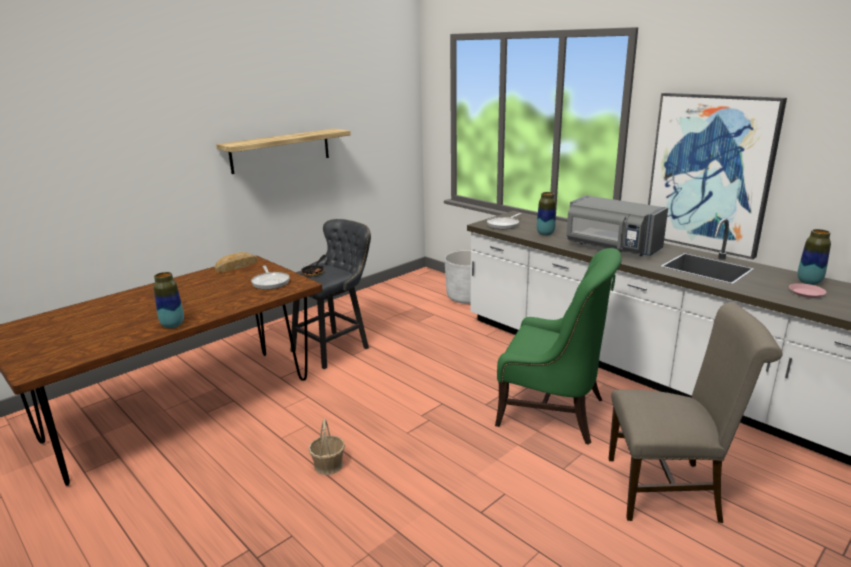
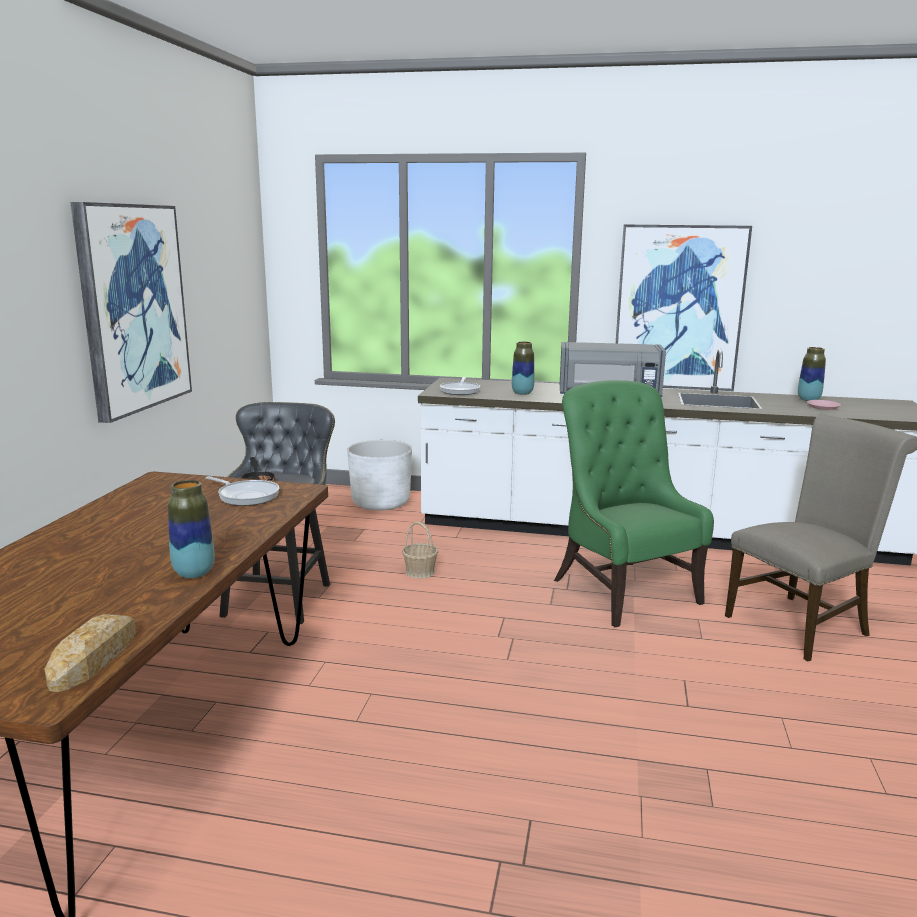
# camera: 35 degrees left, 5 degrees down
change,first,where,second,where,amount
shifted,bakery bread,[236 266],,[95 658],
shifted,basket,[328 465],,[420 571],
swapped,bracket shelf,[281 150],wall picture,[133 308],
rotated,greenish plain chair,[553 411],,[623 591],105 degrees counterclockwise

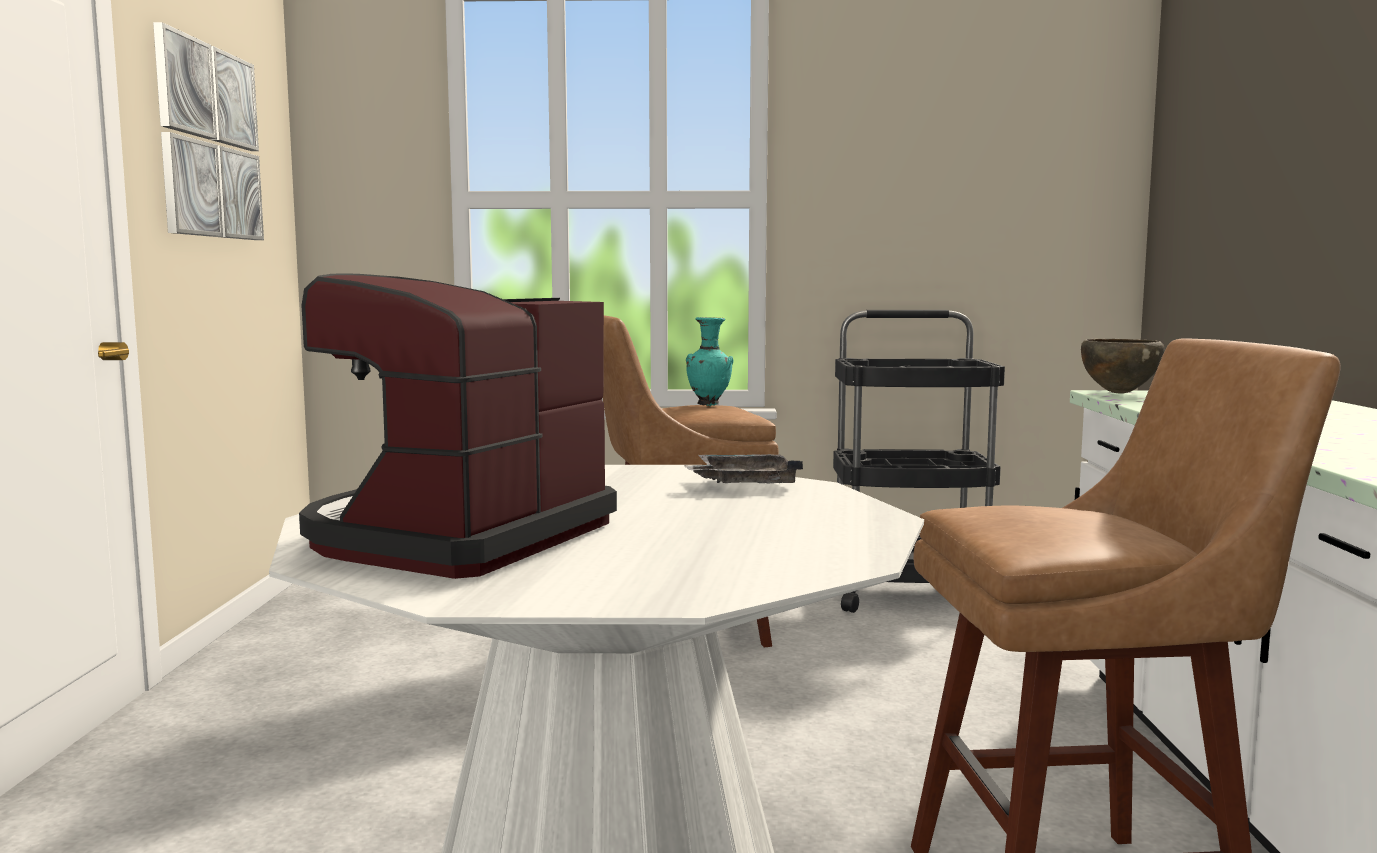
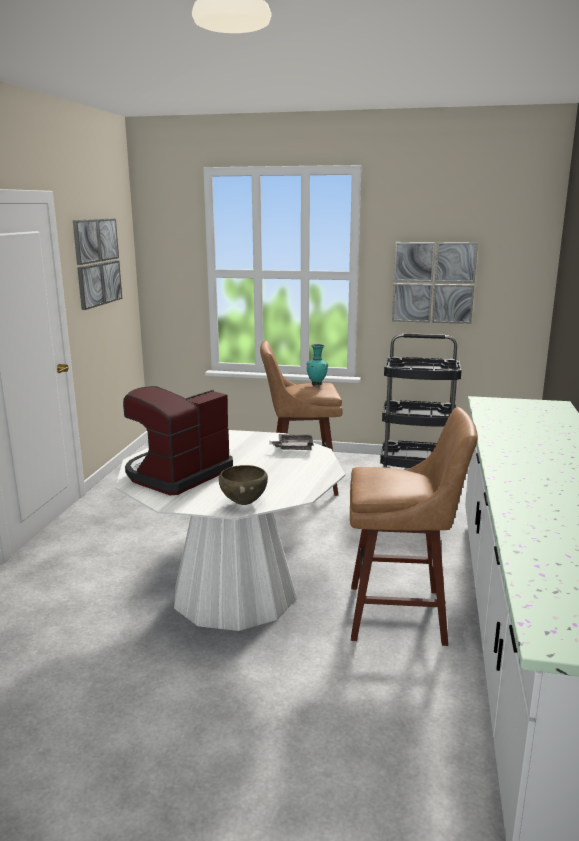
# camera: 10 degrees right, 10 degrees up
change,first,where,second,where,amount
new,,,wall picture,[433 282],
shifted,brown bowl,[1118 393],,[244 503],

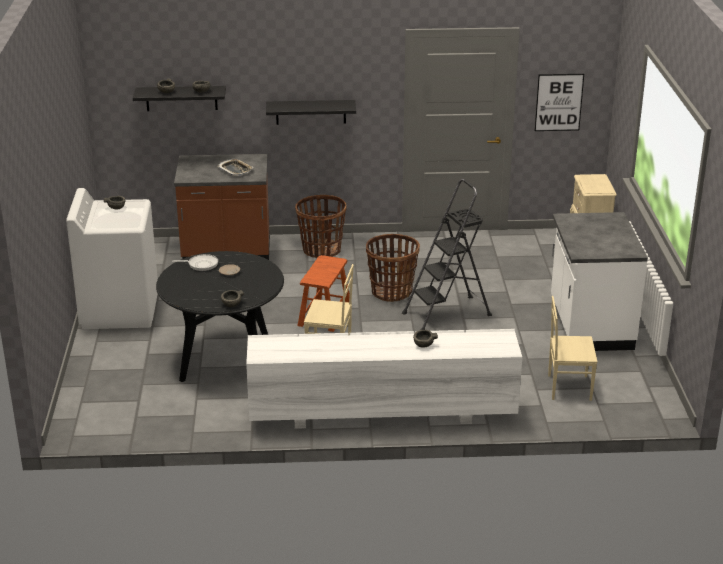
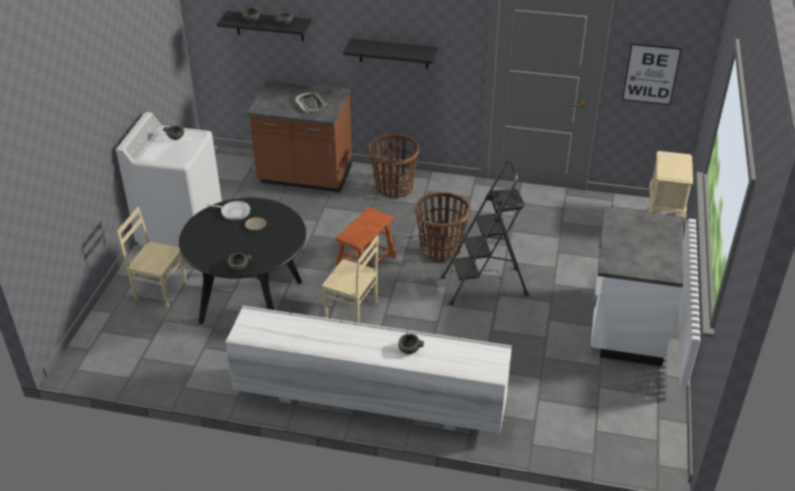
# camera: 15 degrees right, 10 degrees up
change,first,where,second,where,amount
shifted,sand-coloured plain chair,[568 387],,[160 290],

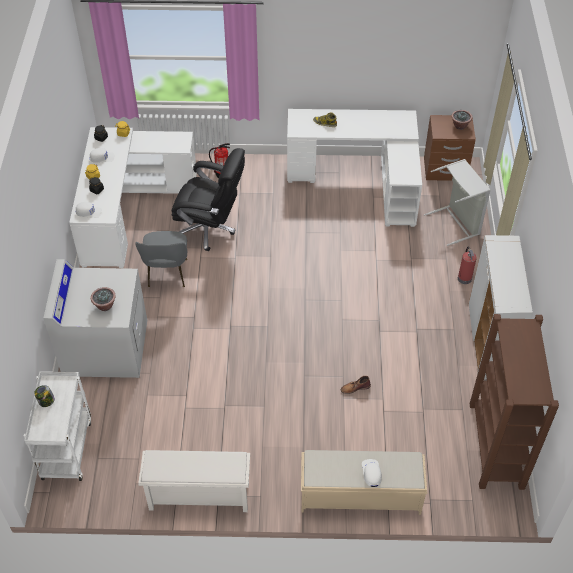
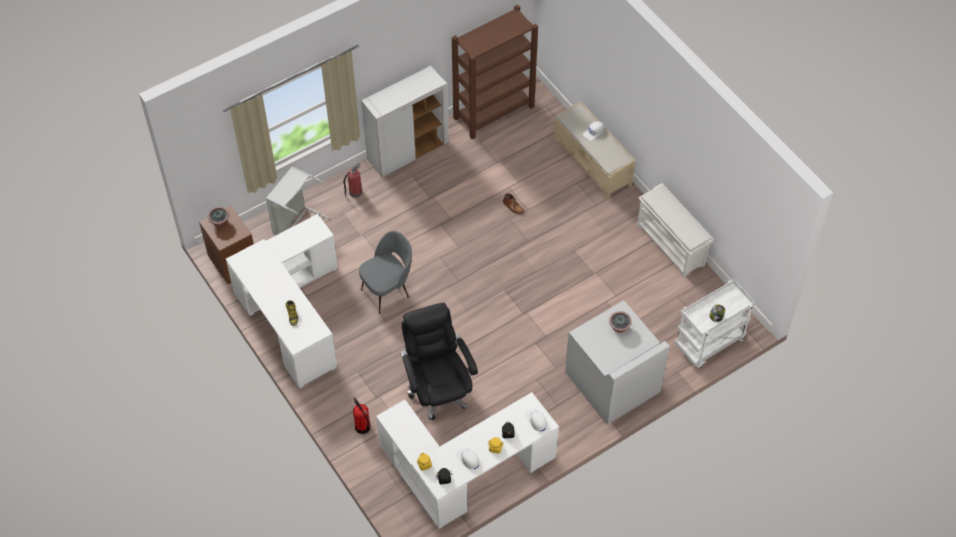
# camera: 125 degrees left, 5 degrees up
change,first,where,second,where,amount
shifted,gray plain chair,[167 276],,[388 291],

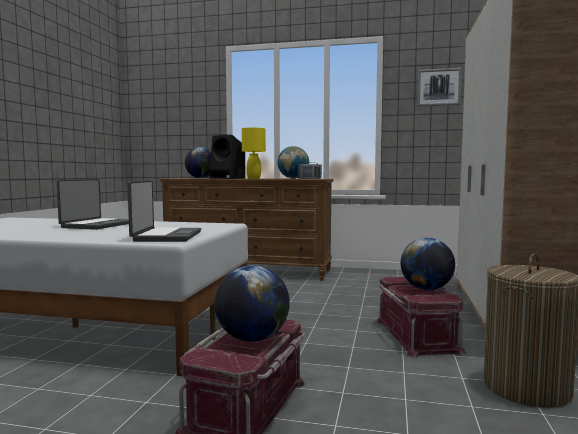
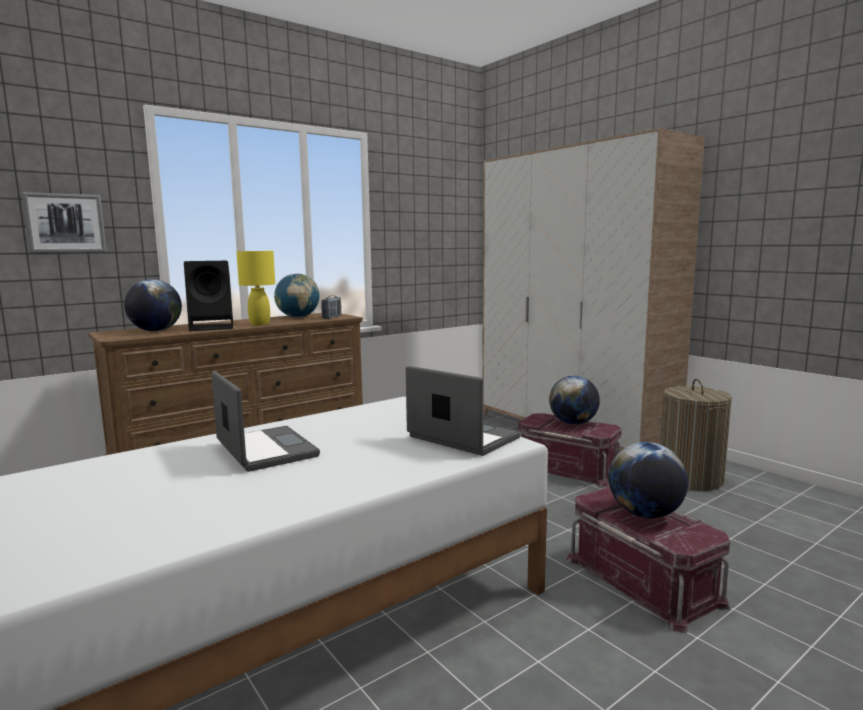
# camera: 50 degrees left, 5 degrees up
change,first,where,second,where,amount
shifted,wall picture,[438 87],,[65 223],

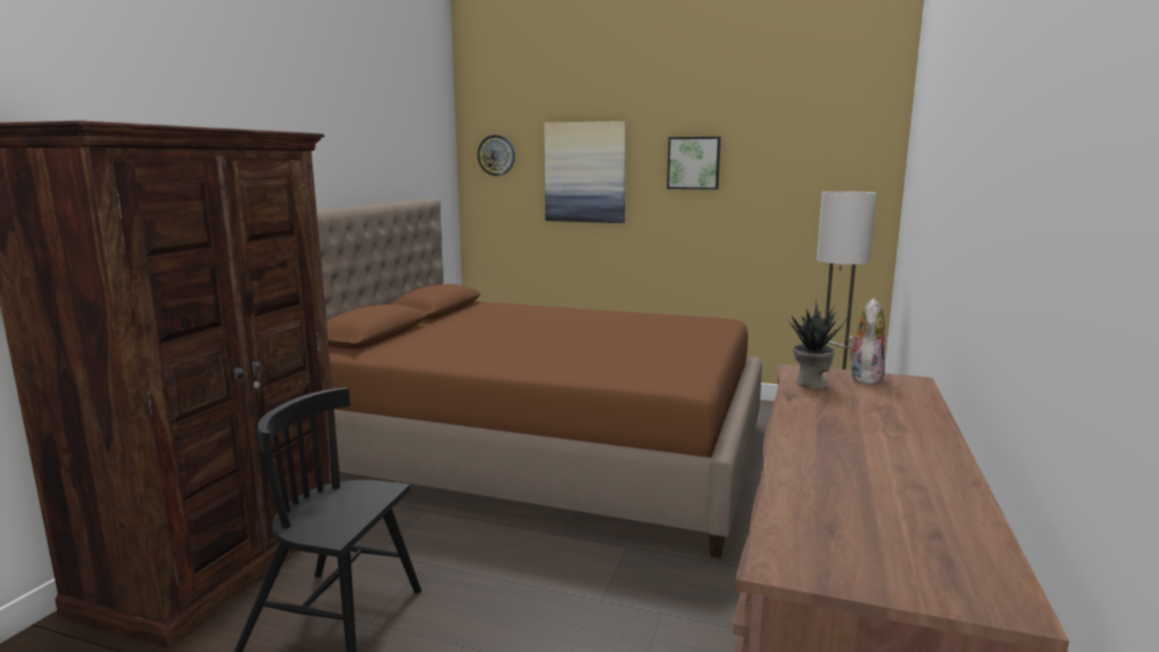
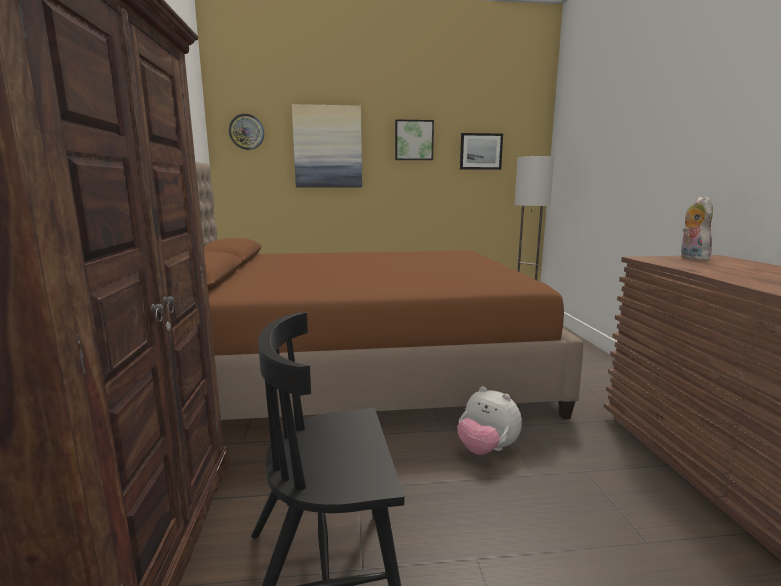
# camera: 25 degrees left, 0 degrees up
change,first,where,second,where,amount
gone,houseplant,[810 384],,,
new,,,plush toy,[486 449],
new,,,wall picture,[480 151],

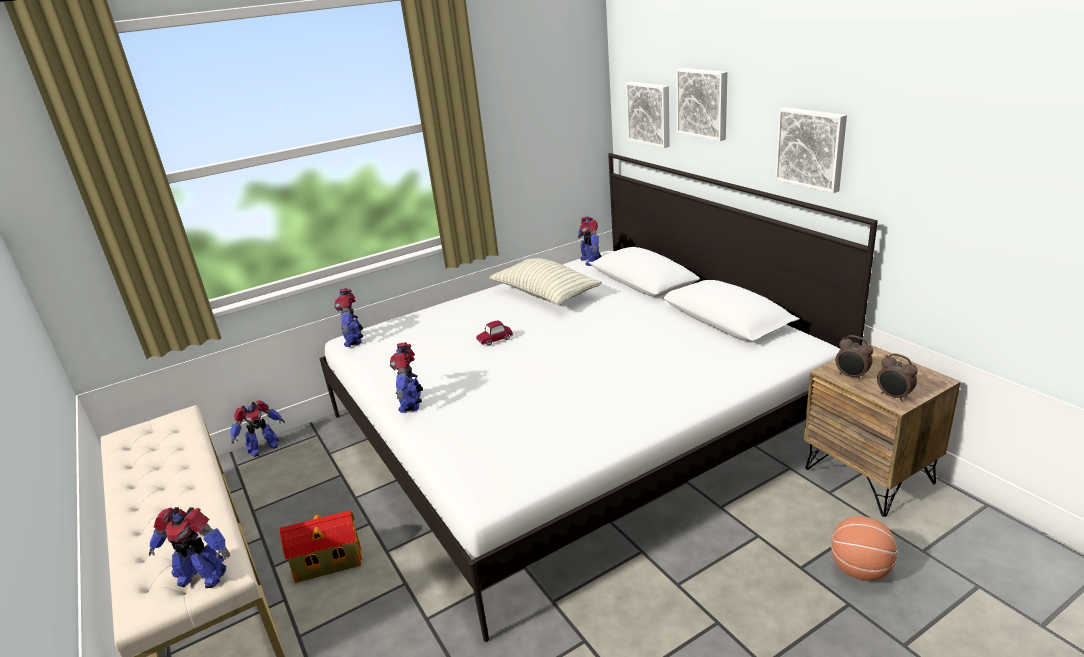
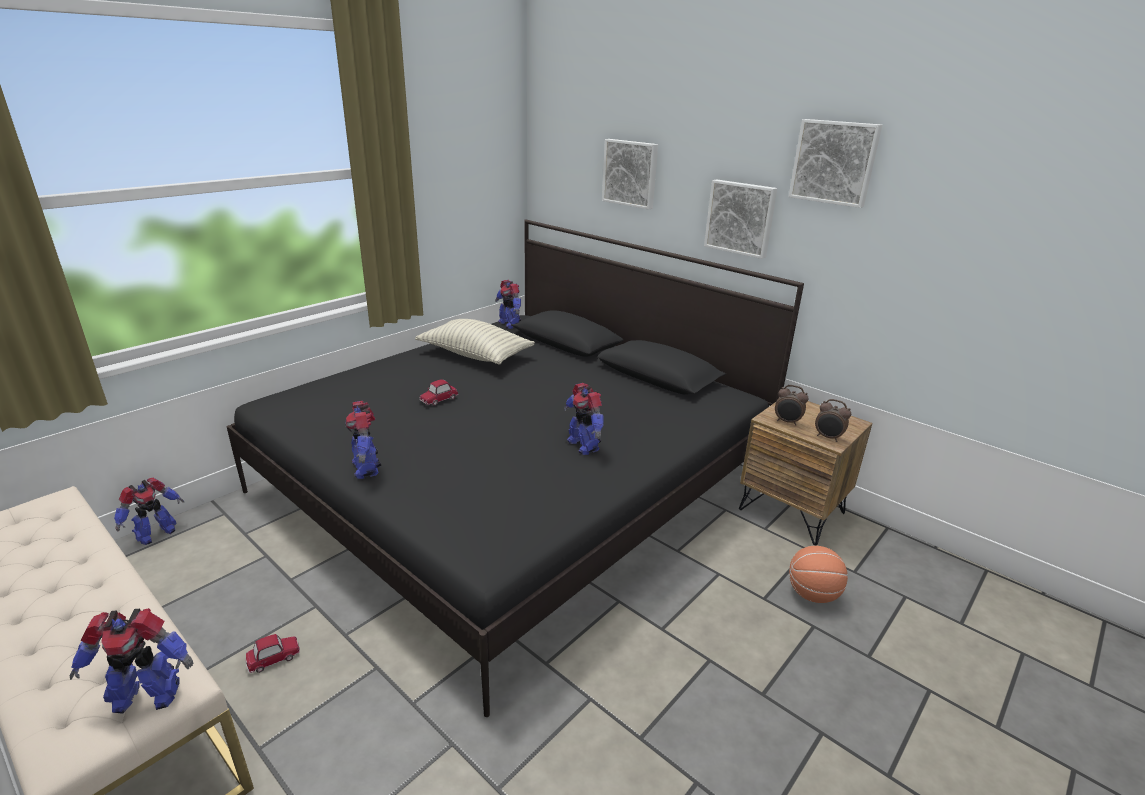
# camera: 20 degrees left, 0 degrees up
change,first,where,second,where,amount
shifted,robot figure,[354 339],,[583 445],
shifted,wall picture,[650 113],,[834 162],
swapped,model house,[326 563],miniature car,[273 658],
repainted,whitish bed,[573 425],black-coloured bed,[515 484],

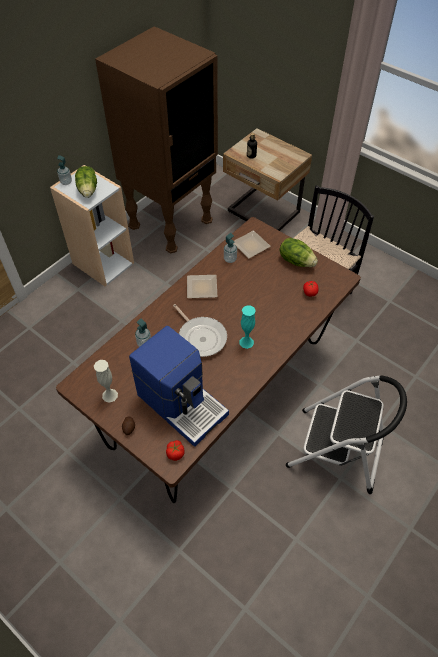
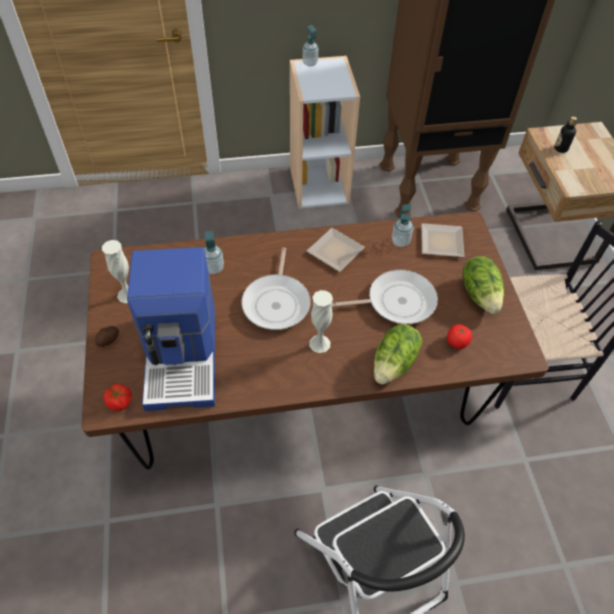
# camera: 40 degrees right, 0 degrees up
change,first,where,second,where,amount
new,,,frying pan,[397 301],
shifted,lettuce head,[88 190],,[395 364],
repainted,blue-green vase,[246 342],whitish vase,[319 343],

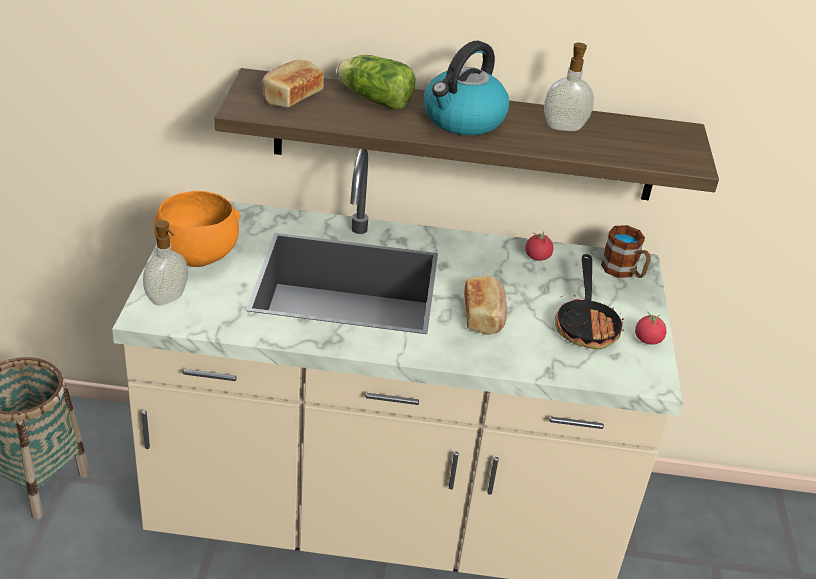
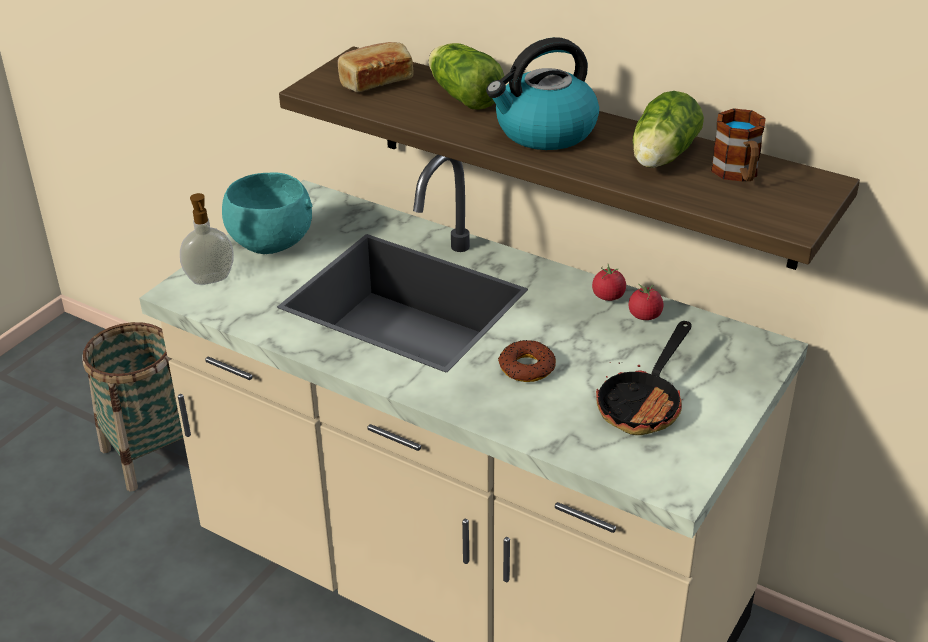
# camera: 30 degrees right, 0 degrees up
change,first,where,second,where,amount
shifted,tea mug,[624 272],,[738 174],
shifted,tomato,[648 340],,[608 296],
swapped,bakery bread,[484 316],ring doughnut,[526 367],
swapped,liquid soap bottle,[564 128],lettuce head,[661 158],
repainted,orangey bowl,[196 256],blue-green bowl,[269 243],

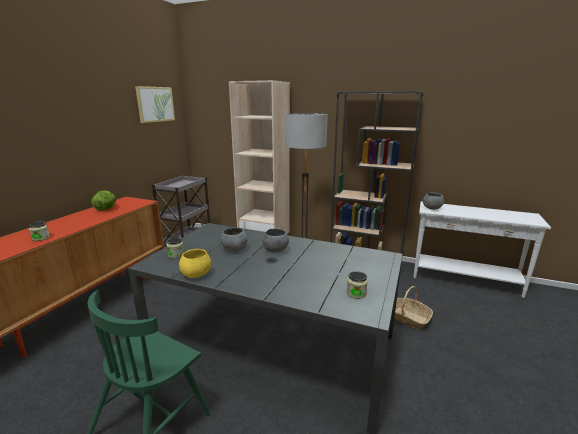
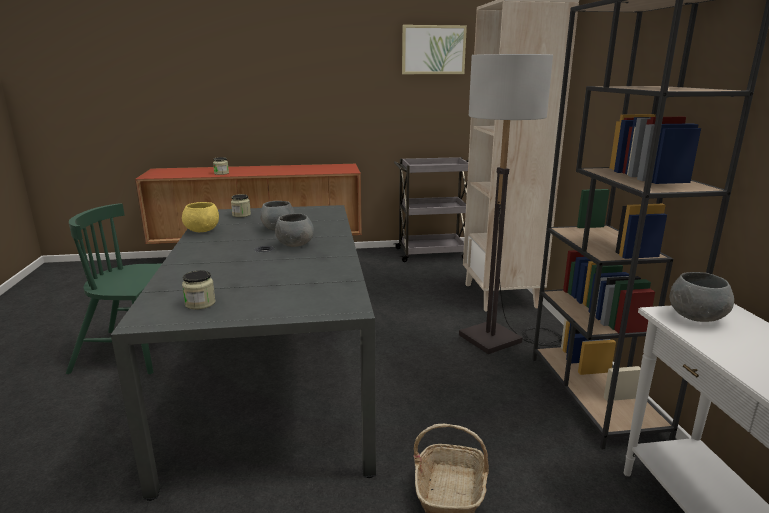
# camera: 60 degrees right, 0 degrees up
change,first,where,second,where,amount
gone,lettuce head,[106 209],,,

